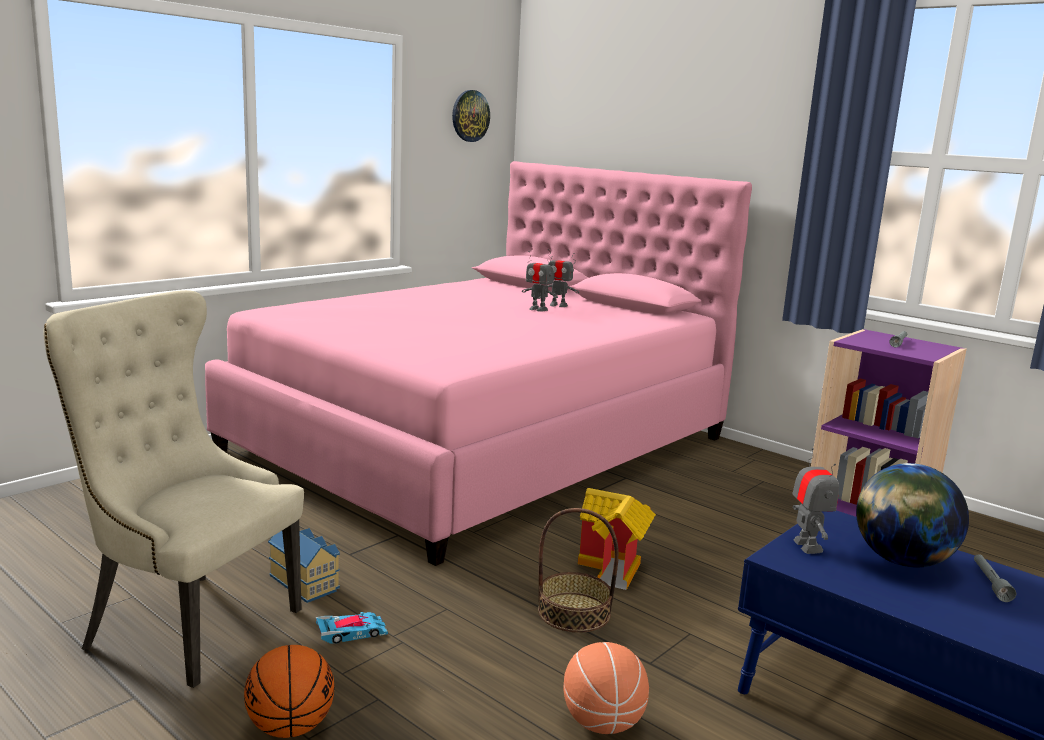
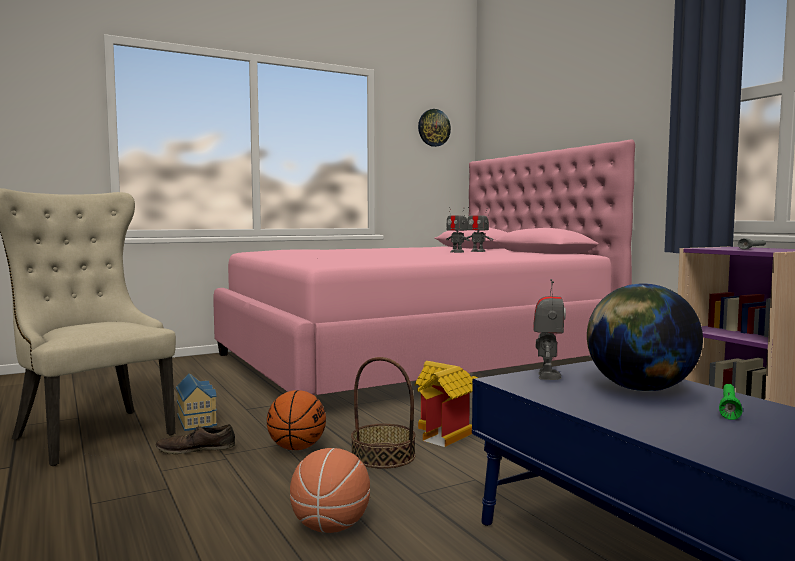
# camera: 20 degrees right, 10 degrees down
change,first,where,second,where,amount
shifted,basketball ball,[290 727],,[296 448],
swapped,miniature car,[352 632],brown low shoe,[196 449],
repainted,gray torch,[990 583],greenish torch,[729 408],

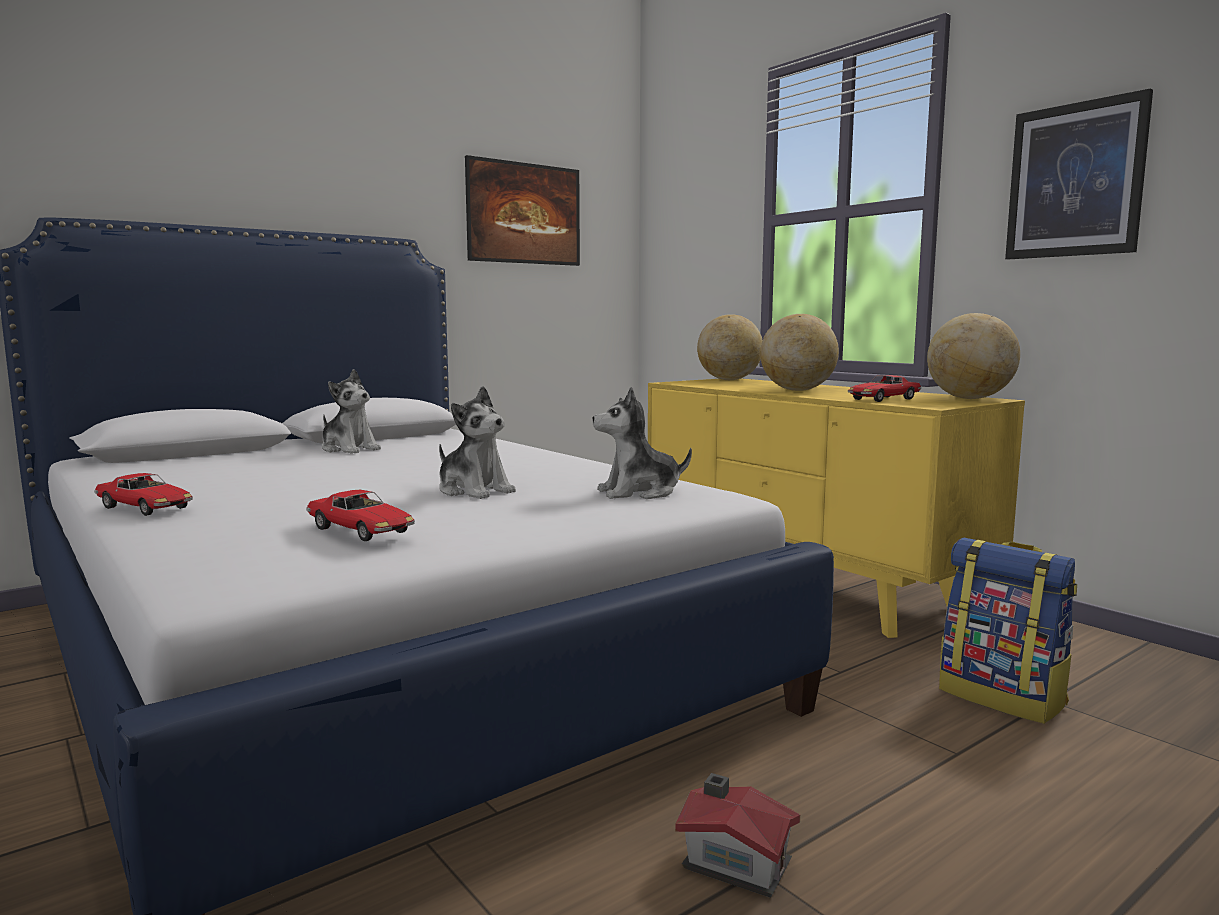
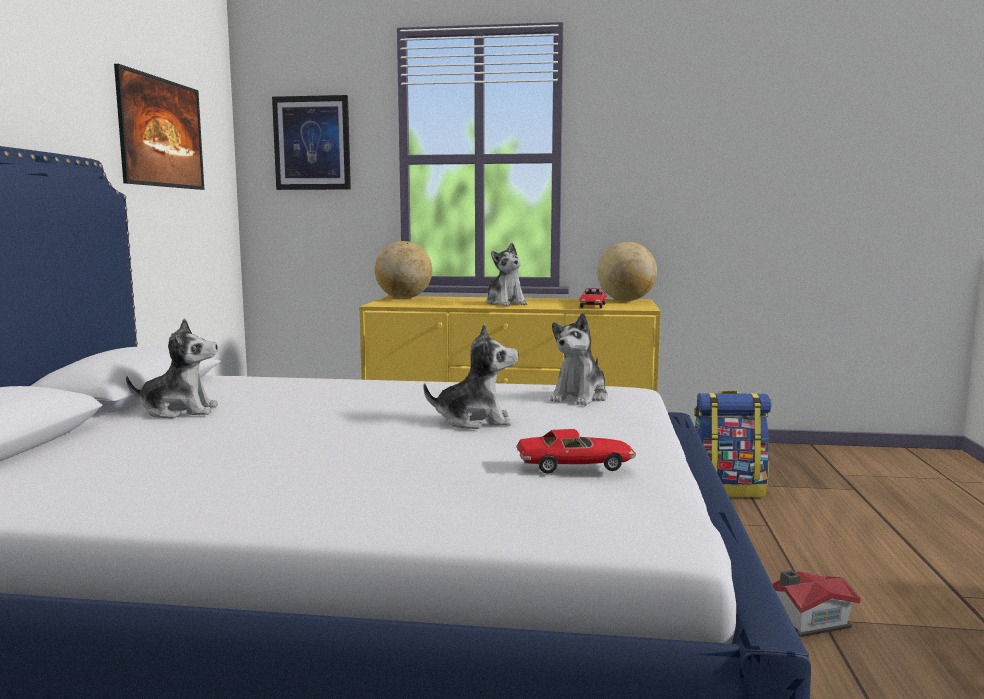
# camera: 45 degrees left, 0 degrees up
change,first,where,second,where,amount
gone,miniature car,[146 508],,,
shifted,wall picture,[1075 180],,[312 143],
swapped,world globe,[797 390],plush toy,[505 303],

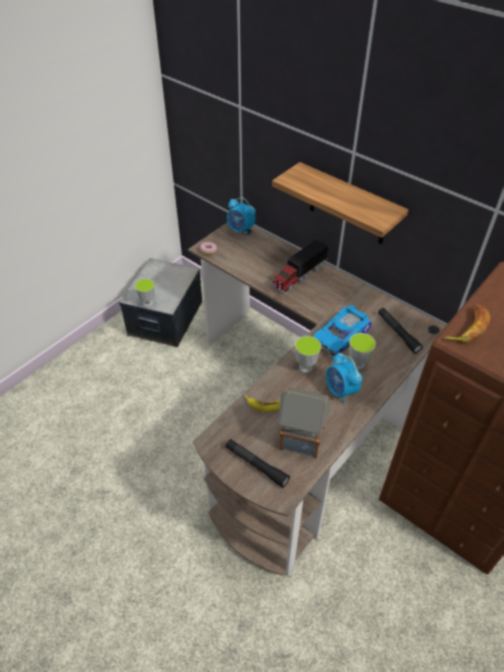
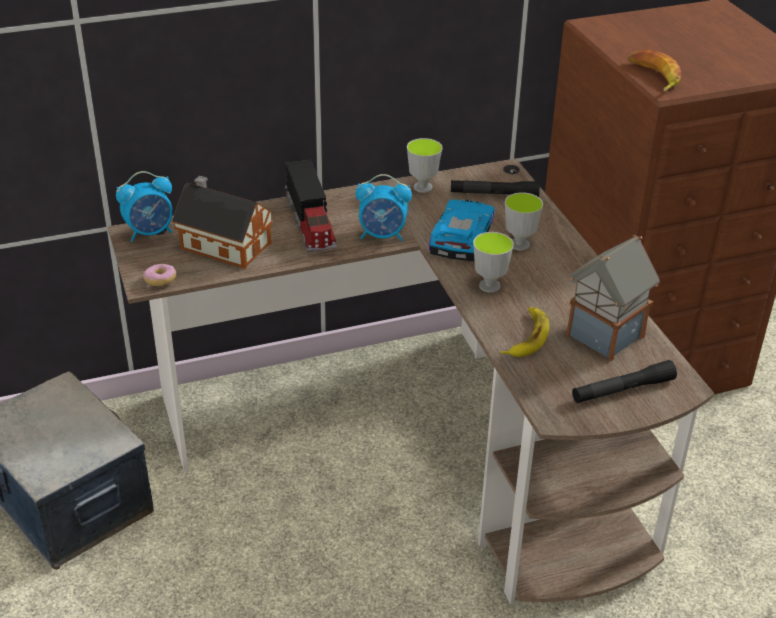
# camera: 60 degrees left, 10 degrees down
change,first,where,second,where,amount
gone,bracket shelf,[348 205],,,
new,,,model house,[223 244],
shifted,cup,[148 303],,[423 187],
shifted,table clock,[340 391],,[382 235],
rotated,miniature car,[342 336],,[460 236],150 degrees counterclockwise

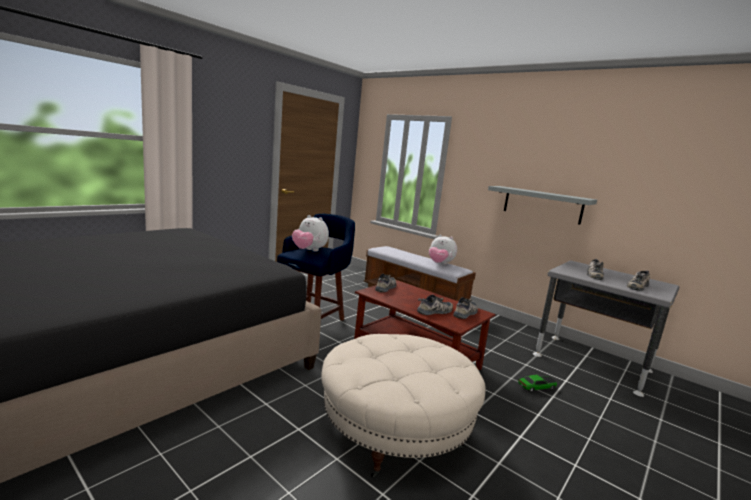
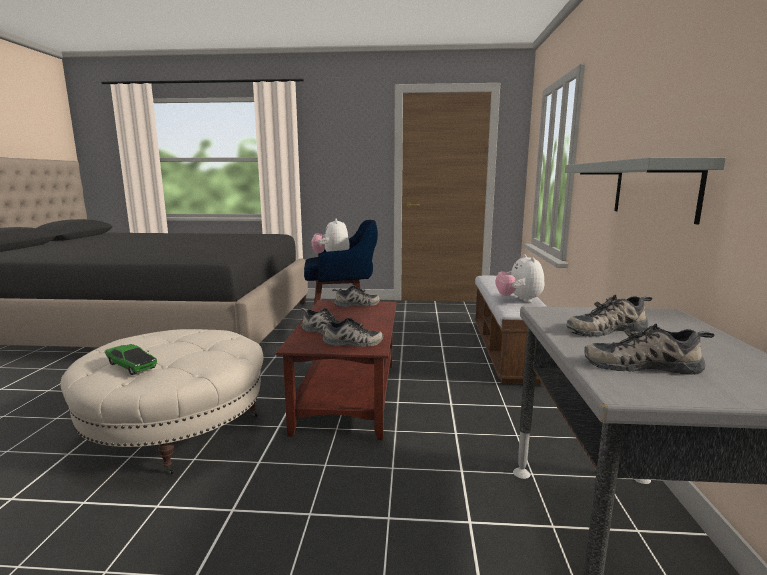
# camera: 55 degrees right, 0 degrees up
change,first,where,second,where,amount
shifted,miniature car,[536 387],,[131 366],

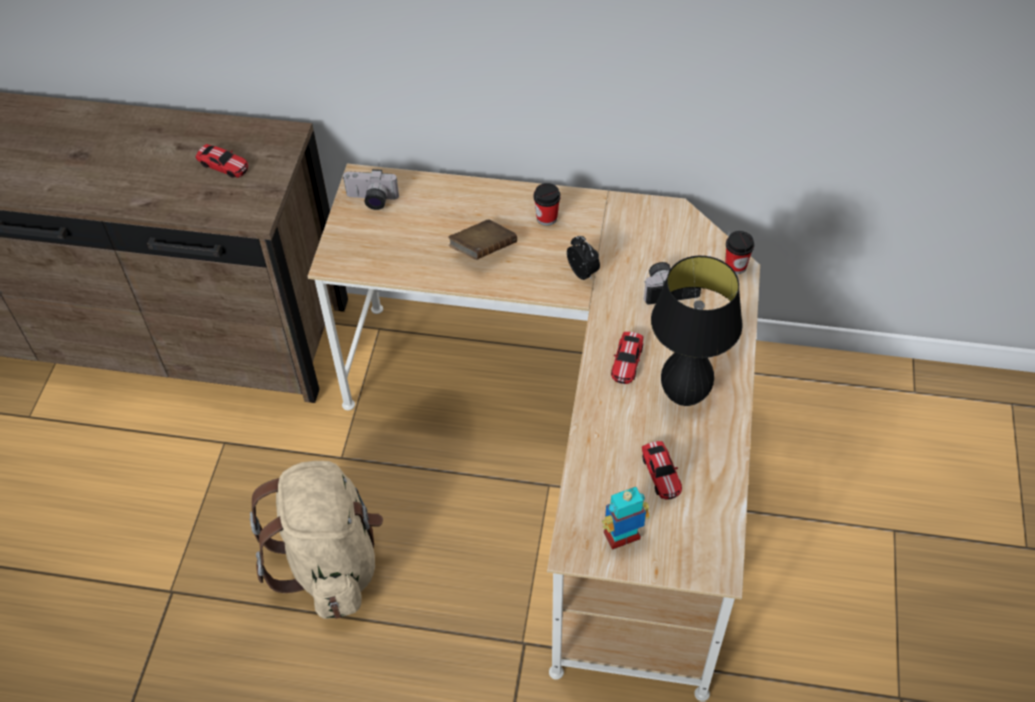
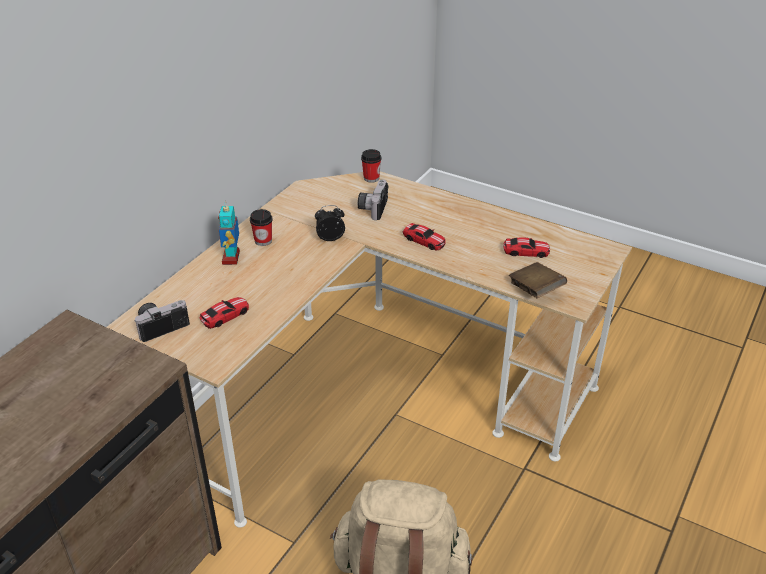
# camera: 70 degrees left, 15 degrees down
change,first,where,second,where,amount
gone,black-coloured lamp for a table,[684 396],,,
shifted,miniature car,[223 165],,[225 316],
shifted,brown book,[483 250],,[535 290],
shifted,robot figure,[622 537],,[231 258],
rotated,photo camera,[371 200],,[161 325],150 degrees counterclockwise

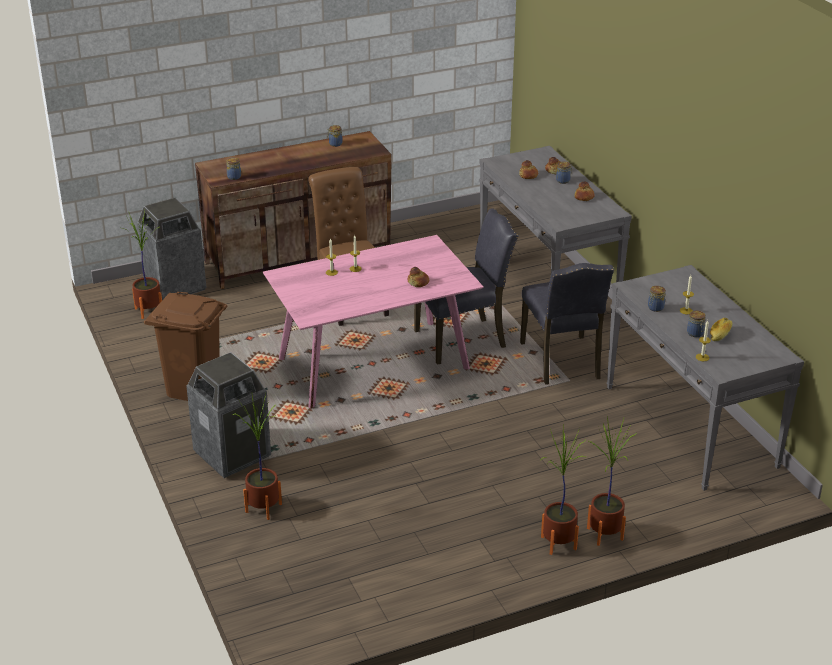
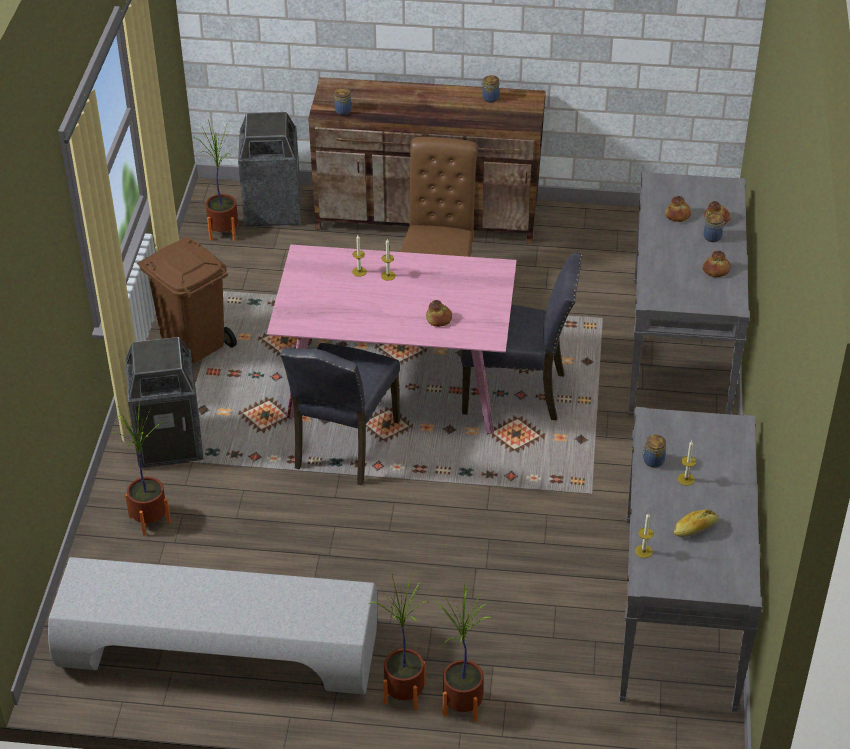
# camera: 30 degrees right, 10 degrees up
change,first,where,second,where,amount
gone,storage jar,[695 333],,,
new,,,gray long seat,[219 649],
shifted,gray plain chair,[562 362],,[343 446],

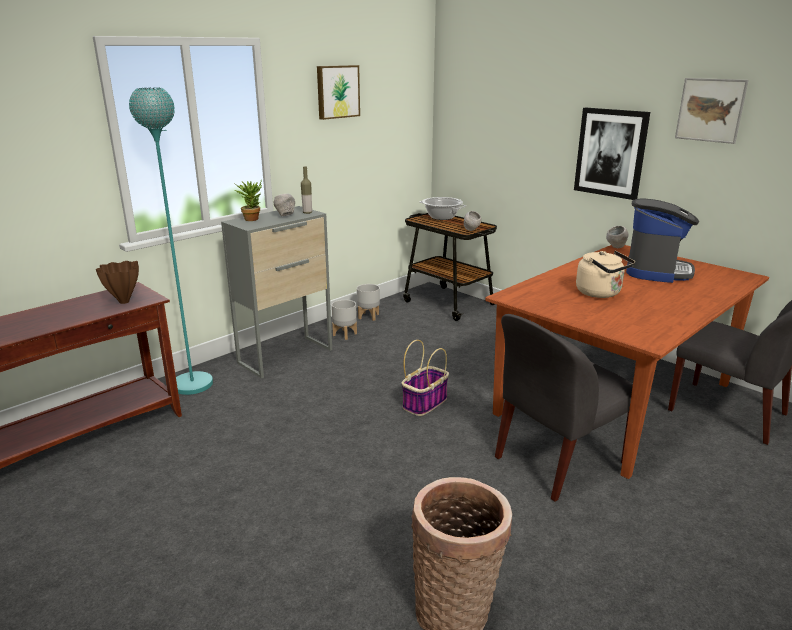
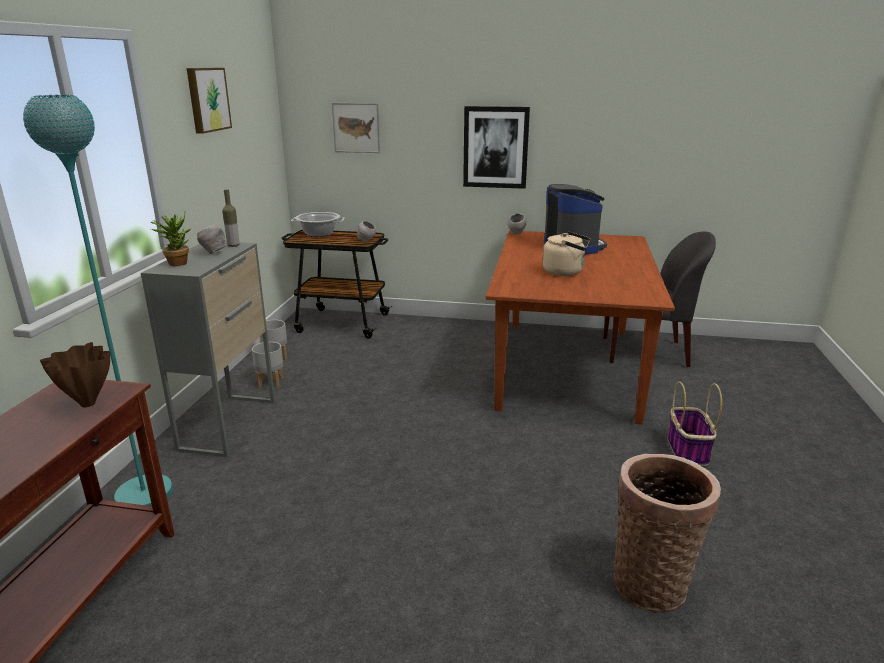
# camera: 35 degrees left, 0 degrees up
change,first,where,second,where,amount
gone,gray plain chair,[557 461],,,
shifted,basket,[425 403],,[687 449],
shifted,wall picture,[710 110],,[356 128],

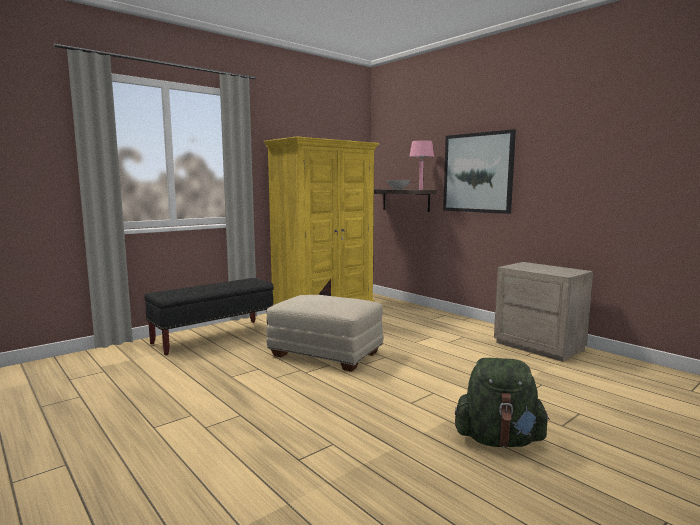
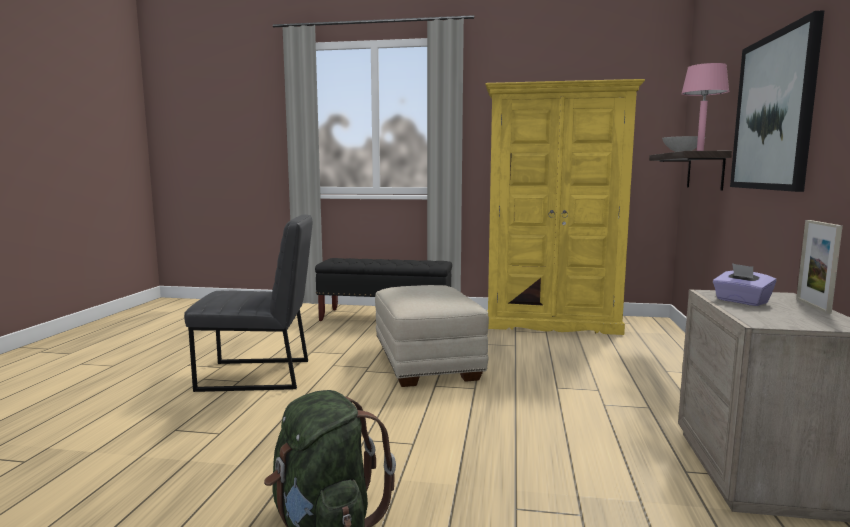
# camera: 50 degrees right, 0 degrees up
change,first,where,second,where,amount
new,,,gray plain chair,[258 375],
new,,,purple tissue holder,[741 301],
new,,,picture frame,[812 306],

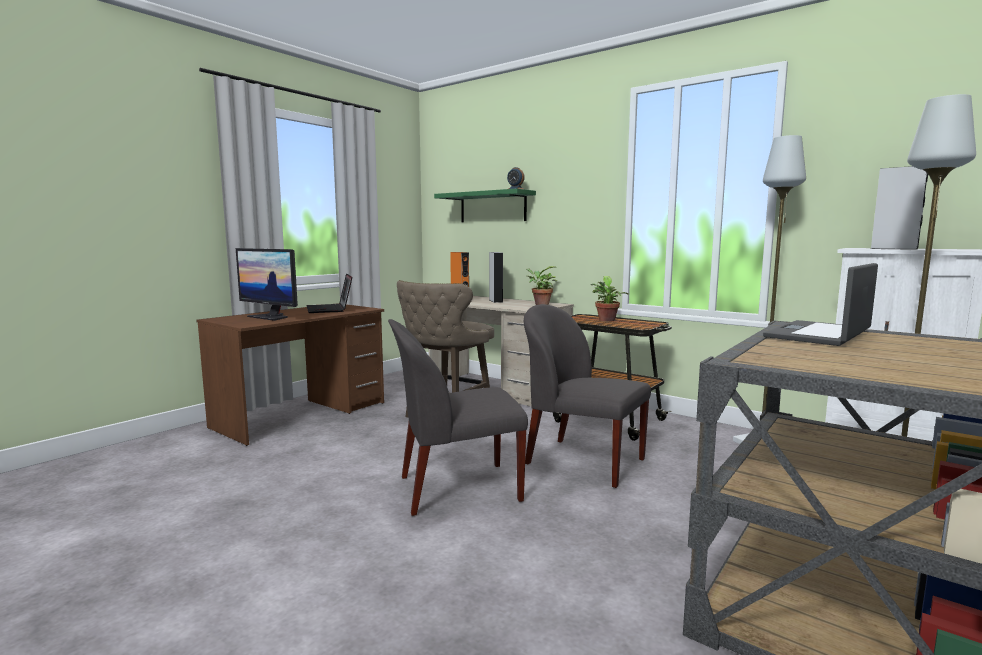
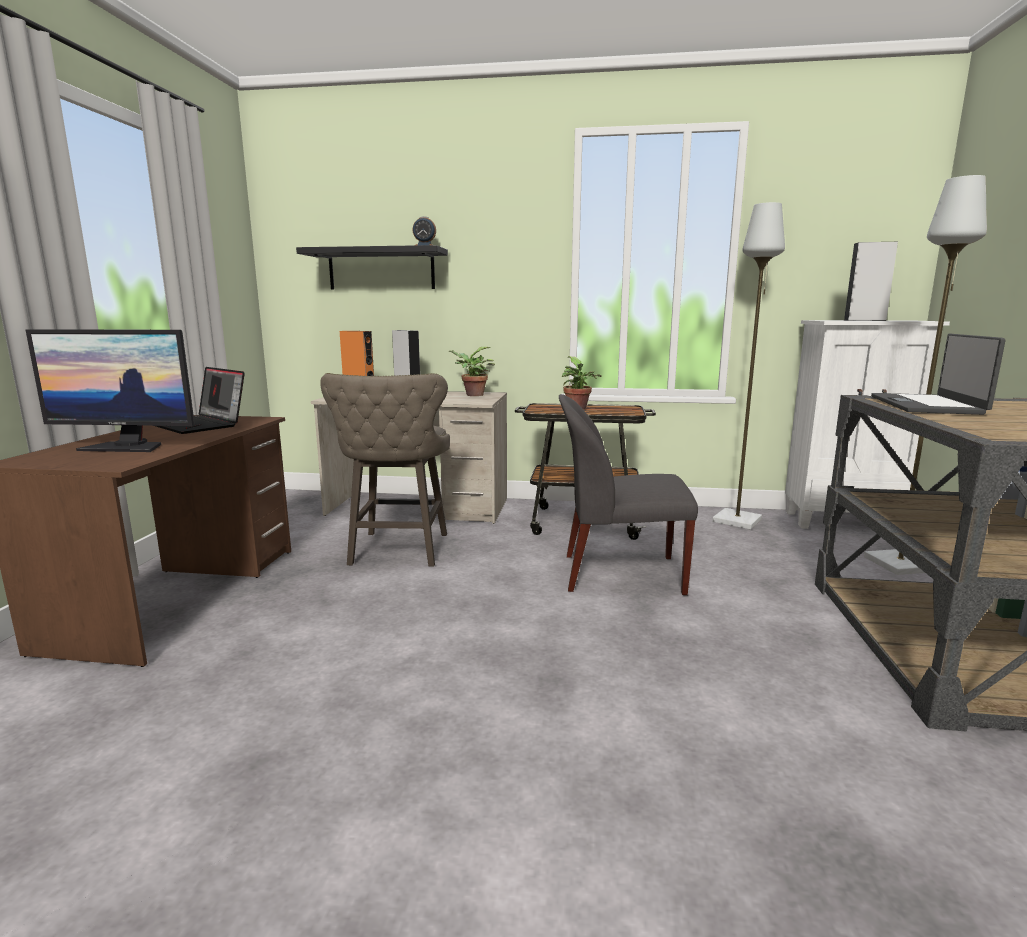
# camera: 30 degrees left, 5 degrees up
change,first,where,second,where,amount
gone,gray plain chair,[456 489],,,
repainted,greenish bracket shelf,[492 207],black-coloured bracket shelf,[381 270],

